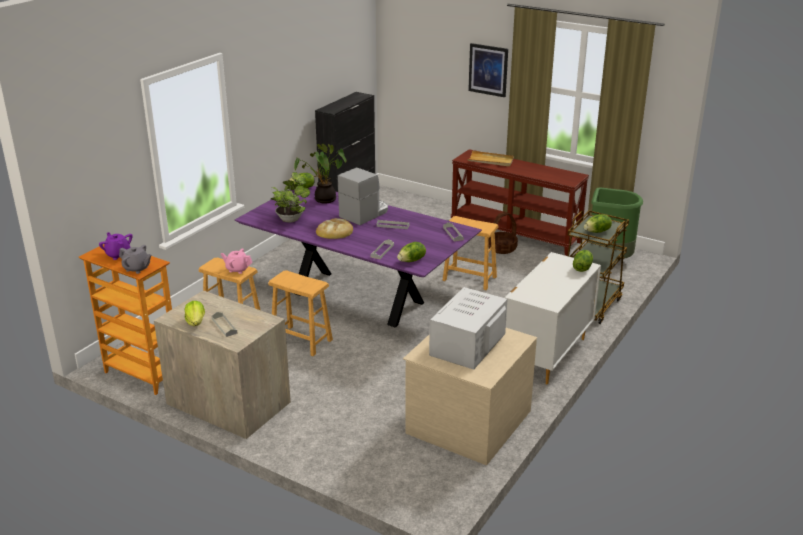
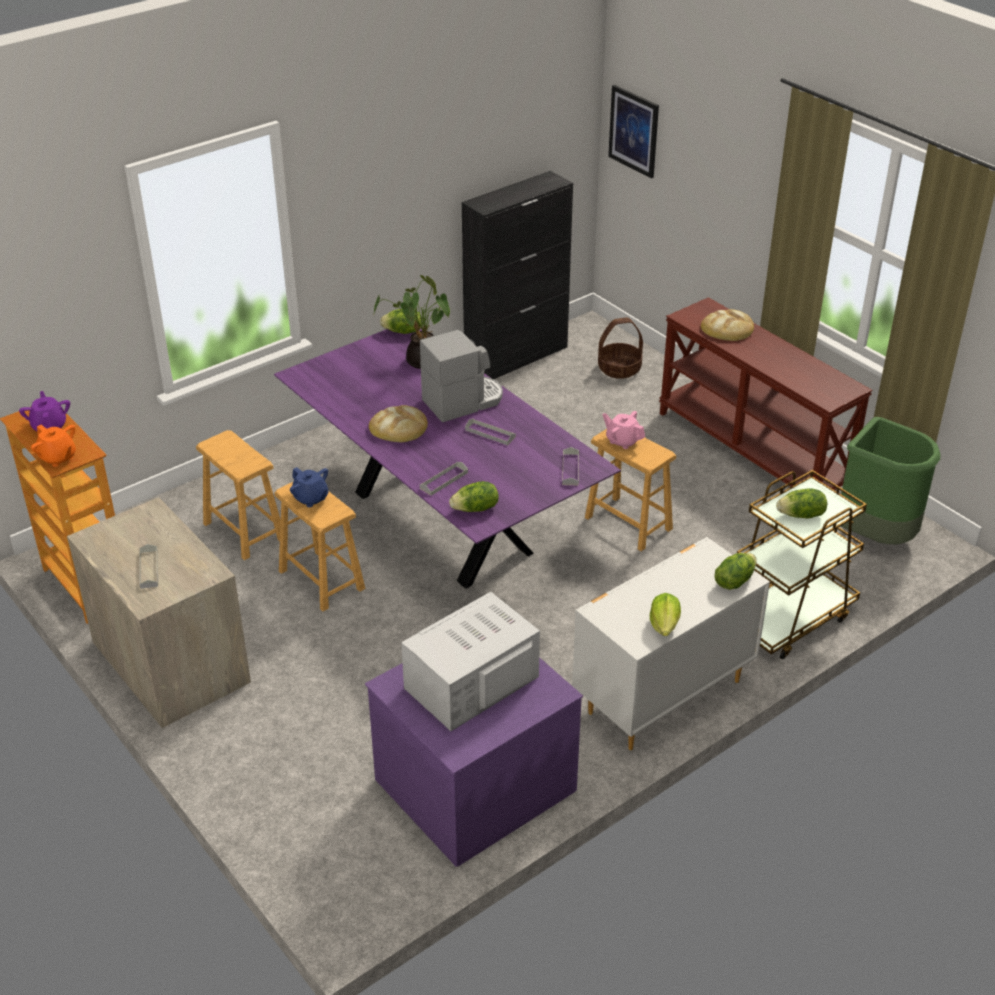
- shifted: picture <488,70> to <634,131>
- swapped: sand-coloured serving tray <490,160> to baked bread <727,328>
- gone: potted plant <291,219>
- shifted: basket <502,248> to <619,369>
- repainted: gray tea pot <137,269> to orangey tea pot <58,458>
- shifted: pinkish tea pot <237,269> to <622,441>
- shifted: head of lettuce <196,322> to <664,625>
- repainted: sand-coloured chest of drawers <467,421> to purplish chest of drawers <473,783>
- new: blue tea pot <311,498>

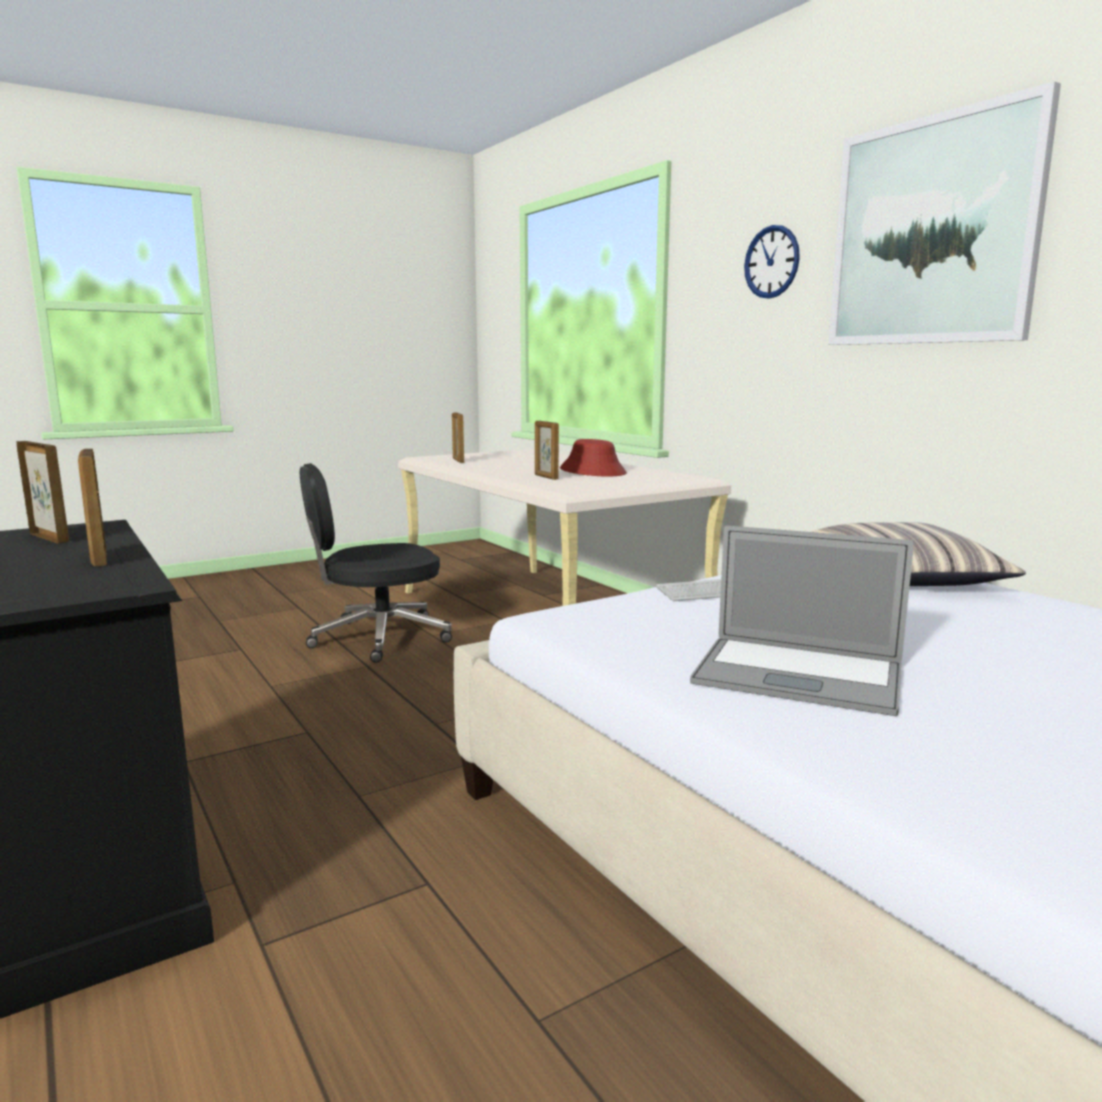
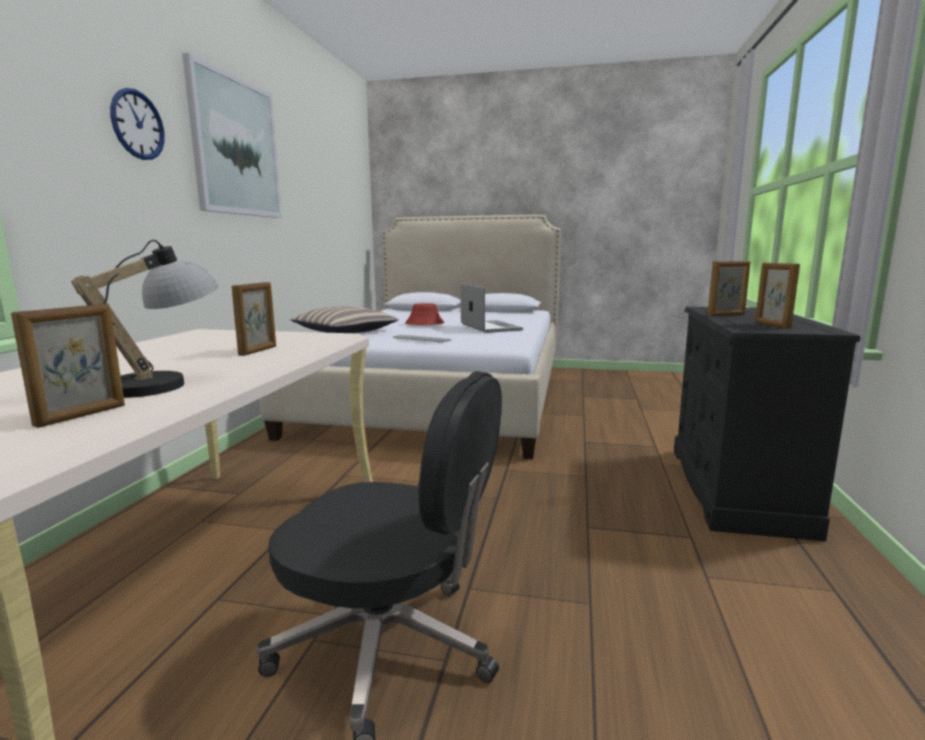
- shifted: red clothing hat <593,471> to <424,323>
- rotated: standing frame <99,558> = <726,315> 60 degrees clockwise
- new: lamp for a table <164,383>

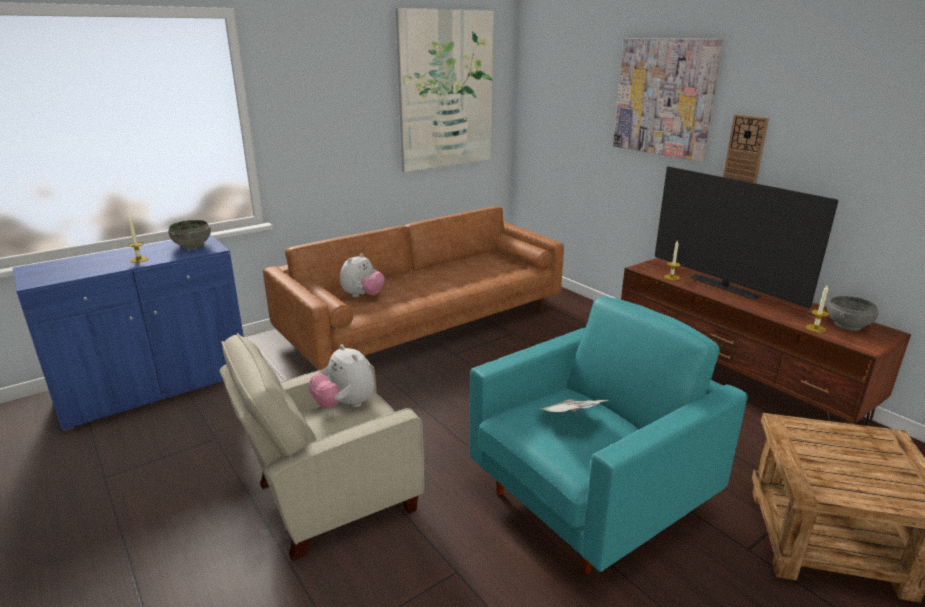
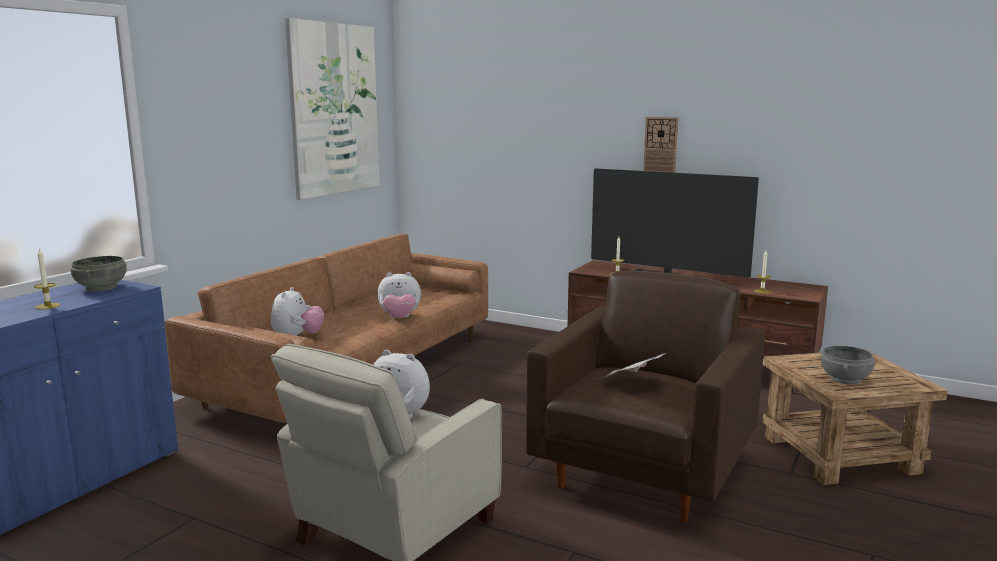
- gone: picture <664,97>
- shifted: gray deep dish <848,325> to <845,379>
- repainted: turquoise lounge chair <590,500> to brown-coloured lounge chair <644,472>
- new: plush toy <399,318>

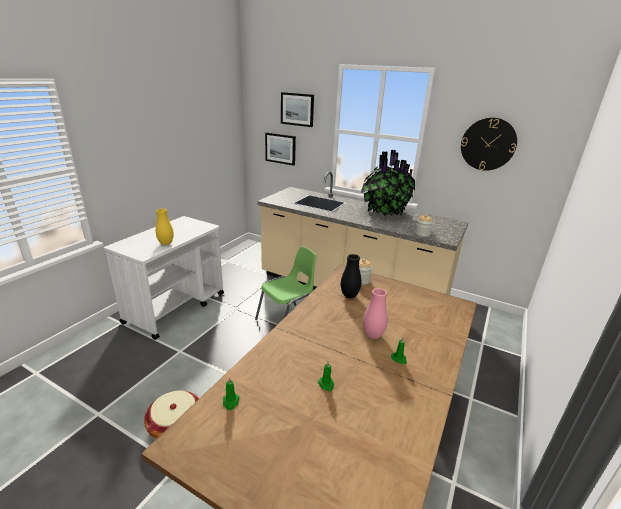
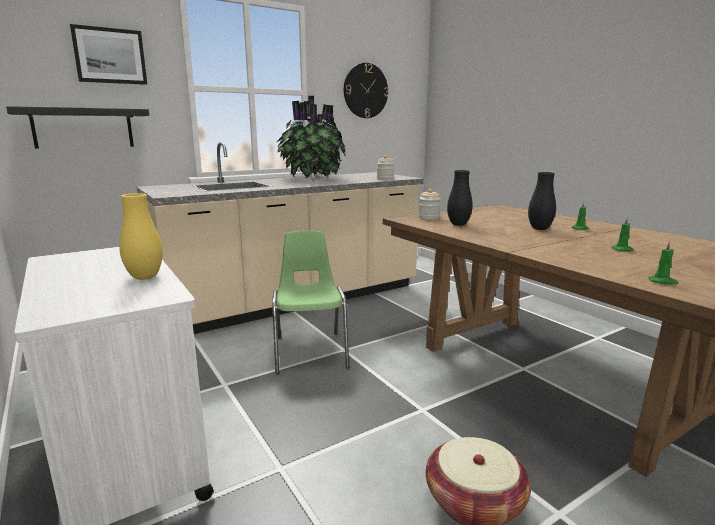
- swapped: picture <280,148> to black bracket shelf <83,128>
- repainted: pinkish decorative vase <373,335> to black decorative vase <539,229>

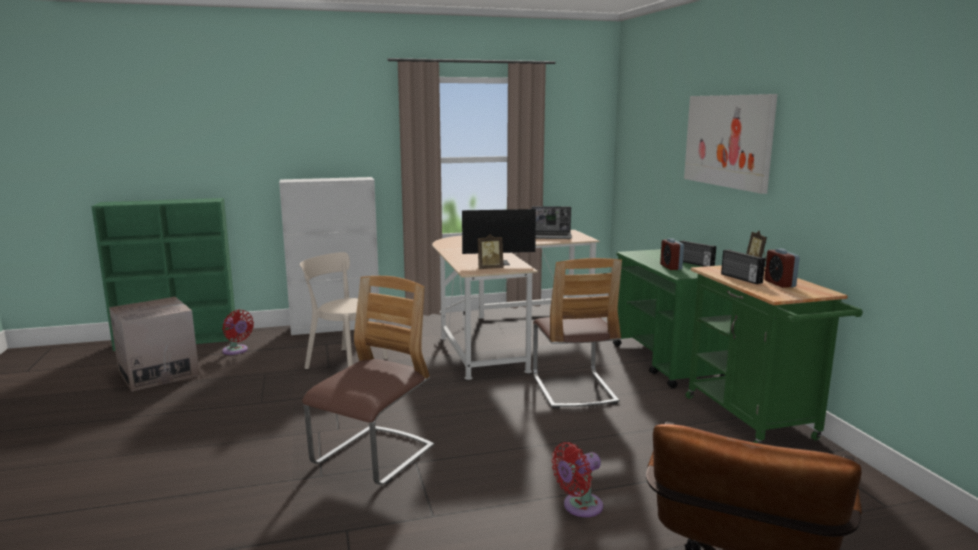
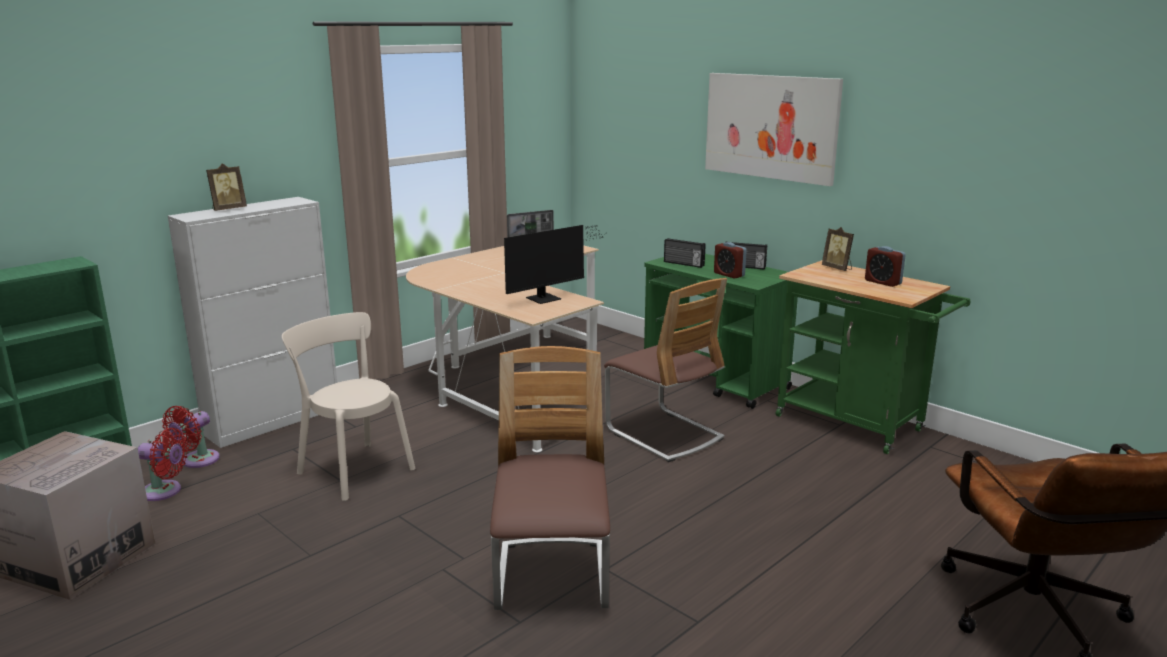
- shifted: standing frame <489,268> to <228,209>
- shifted: radio set <740,278> to <683,264>
- rotated: sand-coloured chair <343,362> = <353,469> 45 degrees clockwise
- shifted: red fan <579,507> to <197,461>

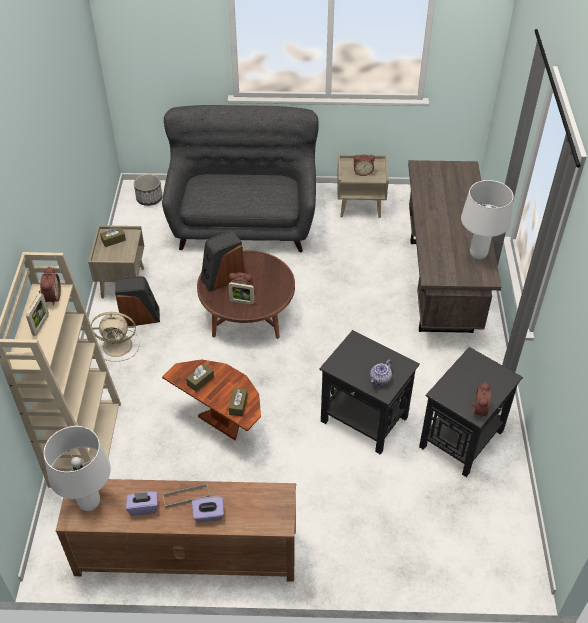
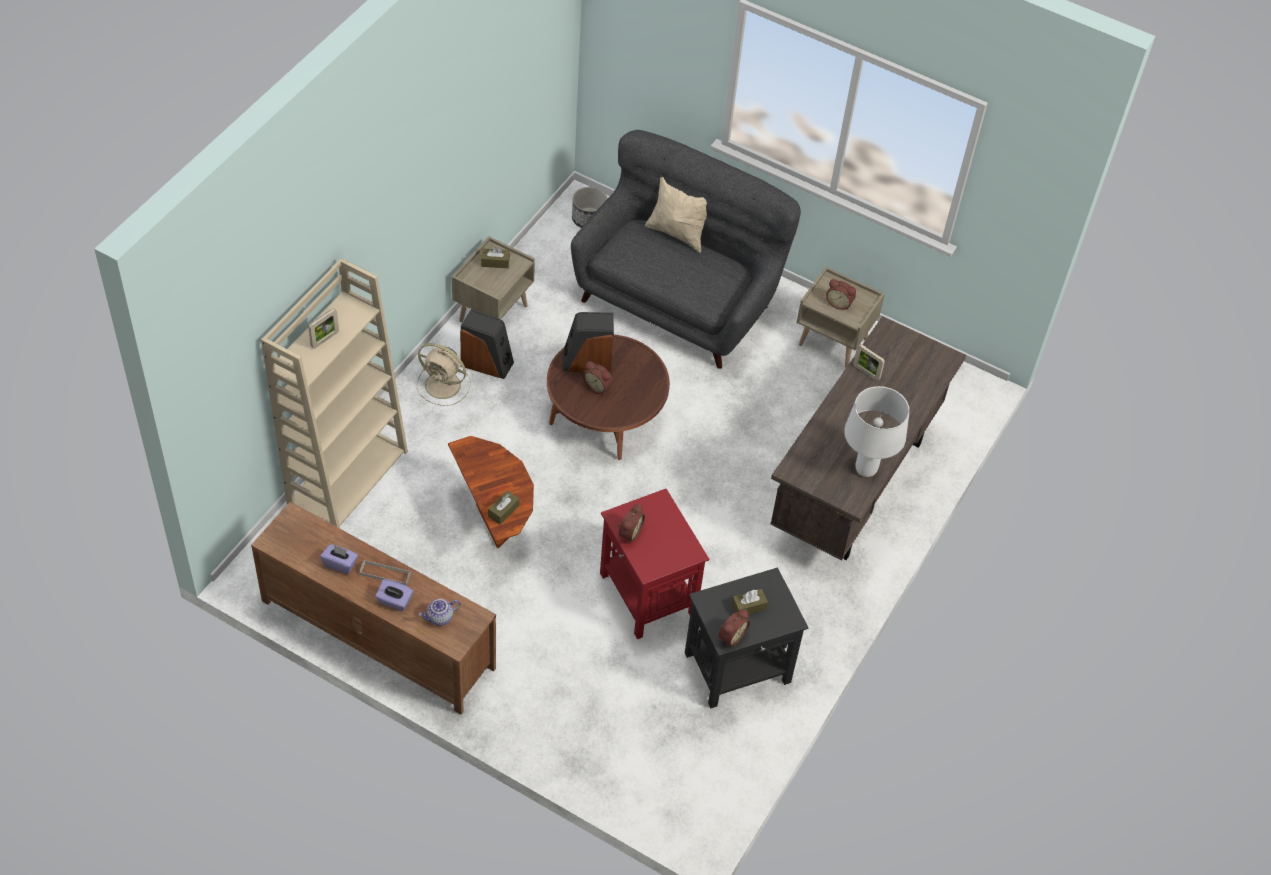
- shifted: bedside clock <51,297> to <629,533>
- shifted: standing frame <242,302> to <866,372>
- repainted: black end table <365,420> to red end table <648,595>
- shifted: tea pot <380,380> to <440,618>
- shifted: brown-coloured box of tissues <200,381> to <748,606>
- gone: white lamp for a table <89,502>
- new: sand-coloured throw pillow <678,233>

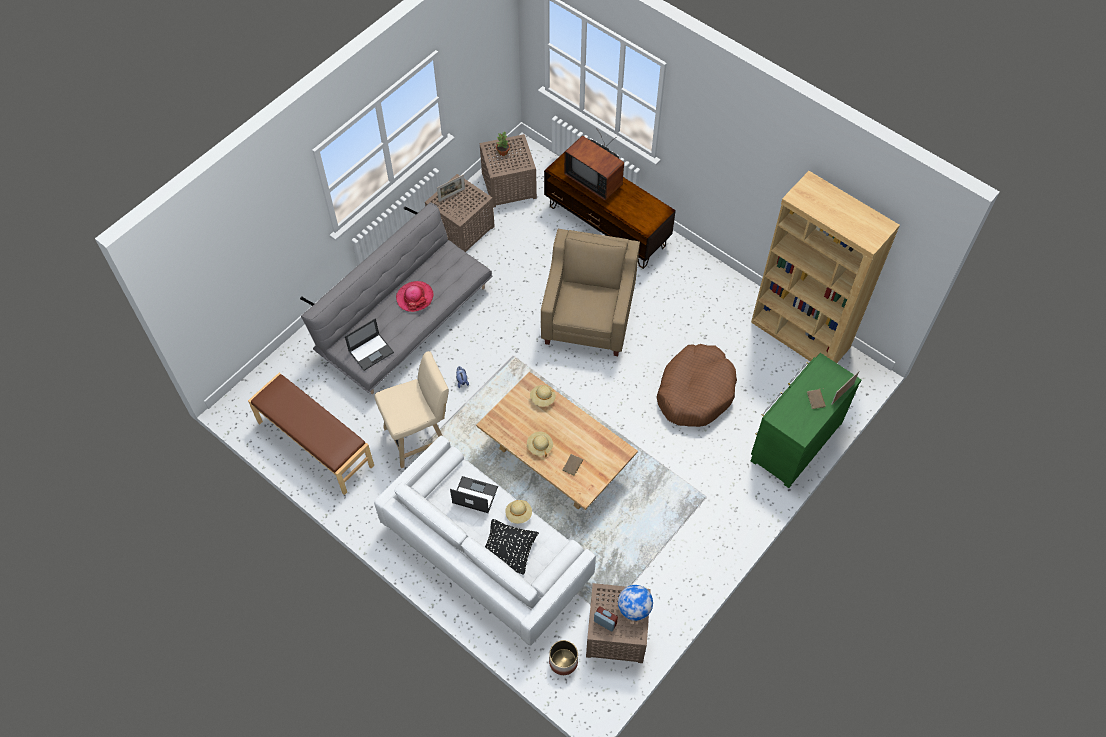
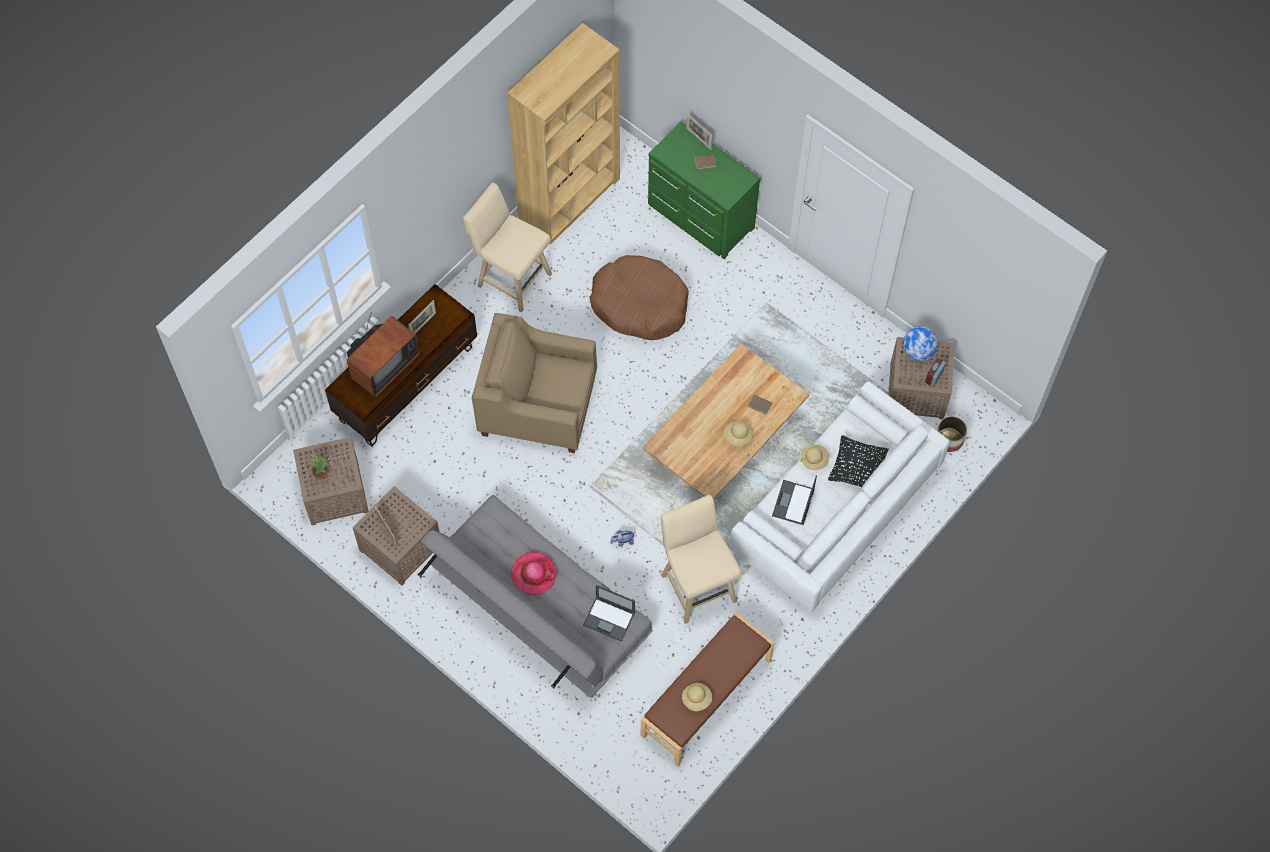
- rotated: notebook computer <371,351> = <609,619> 150 degrees clockwise
- shifted: sand-coloured clothing hat <542,399> to <696,699>
- new: sand-coloured sitting stool <511,278>
- new: standing frame <423,325>

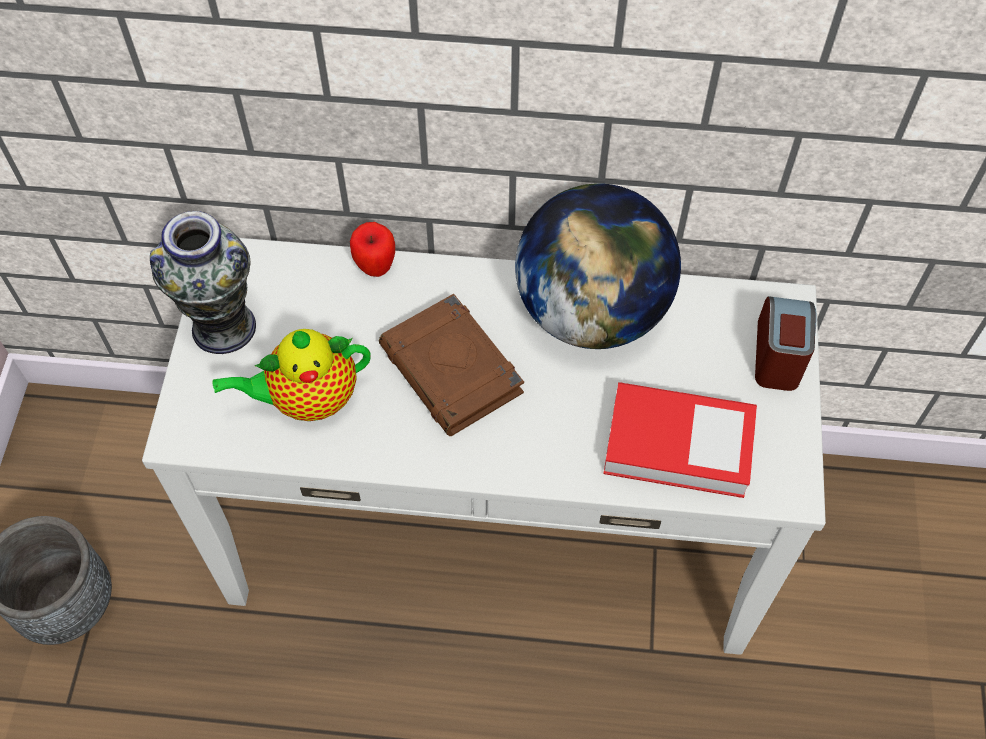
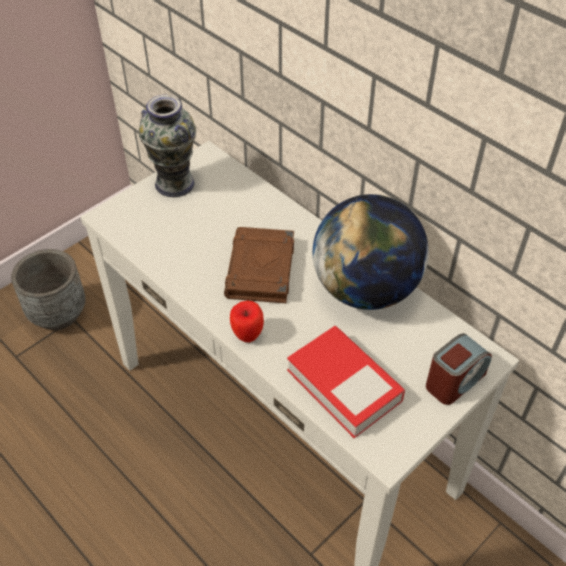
- shifted: apple <375,267> to <247,335>
- gone: tea pot <308,399>

